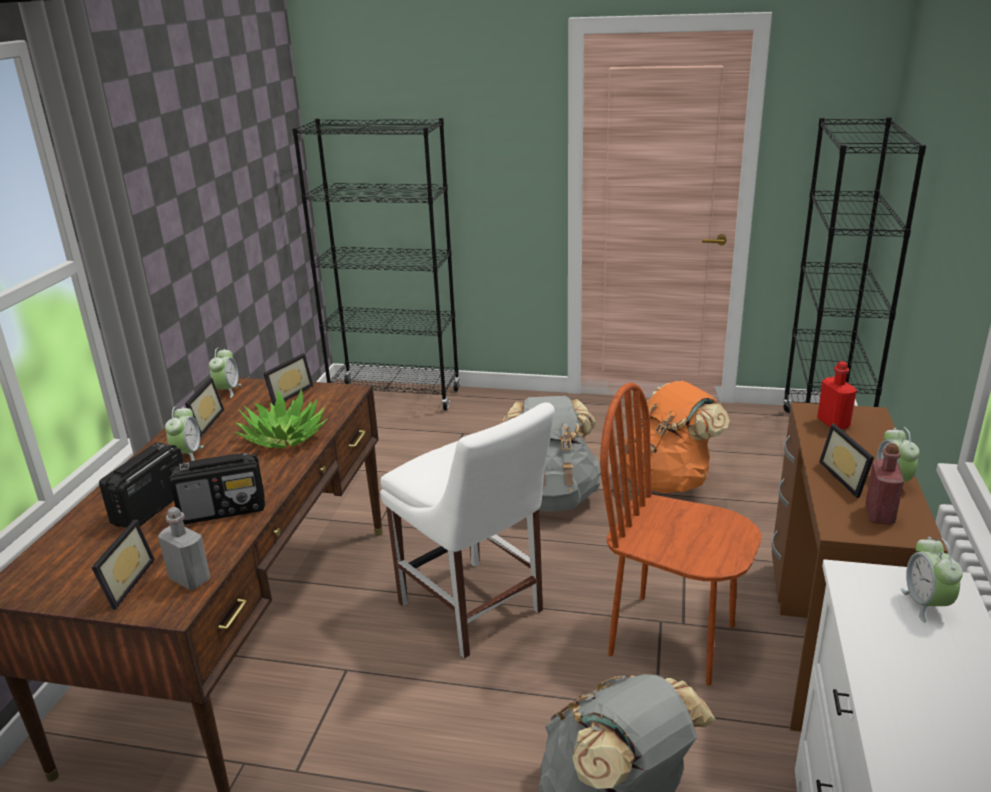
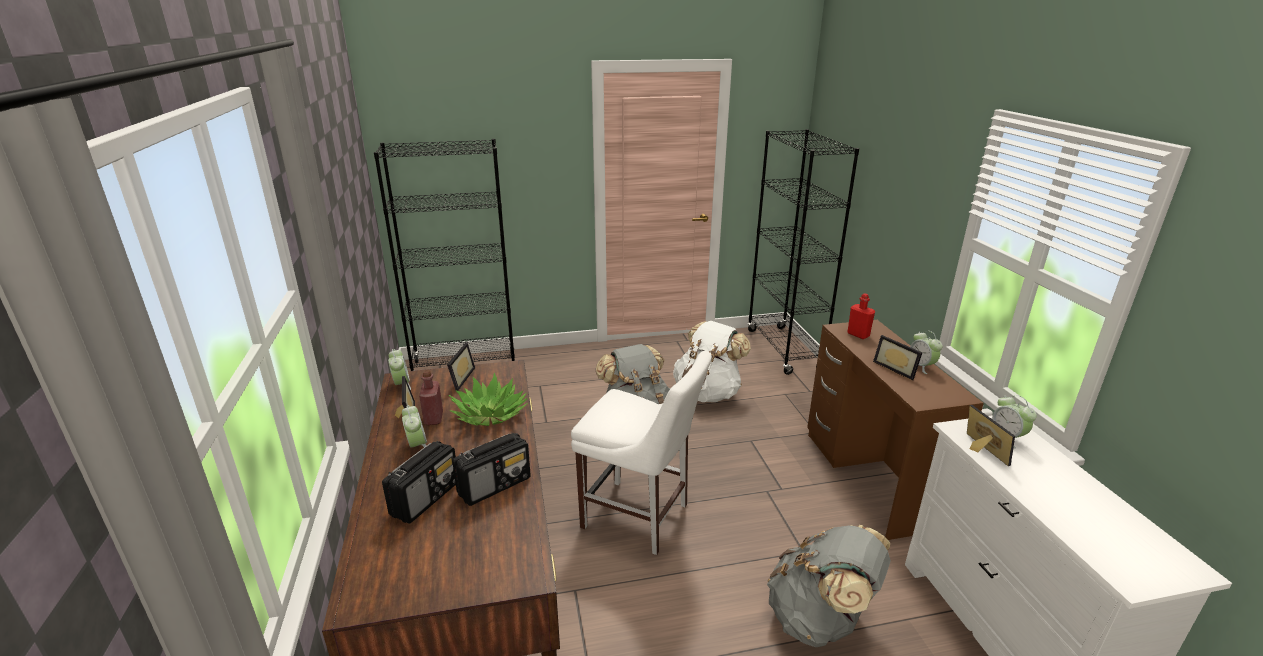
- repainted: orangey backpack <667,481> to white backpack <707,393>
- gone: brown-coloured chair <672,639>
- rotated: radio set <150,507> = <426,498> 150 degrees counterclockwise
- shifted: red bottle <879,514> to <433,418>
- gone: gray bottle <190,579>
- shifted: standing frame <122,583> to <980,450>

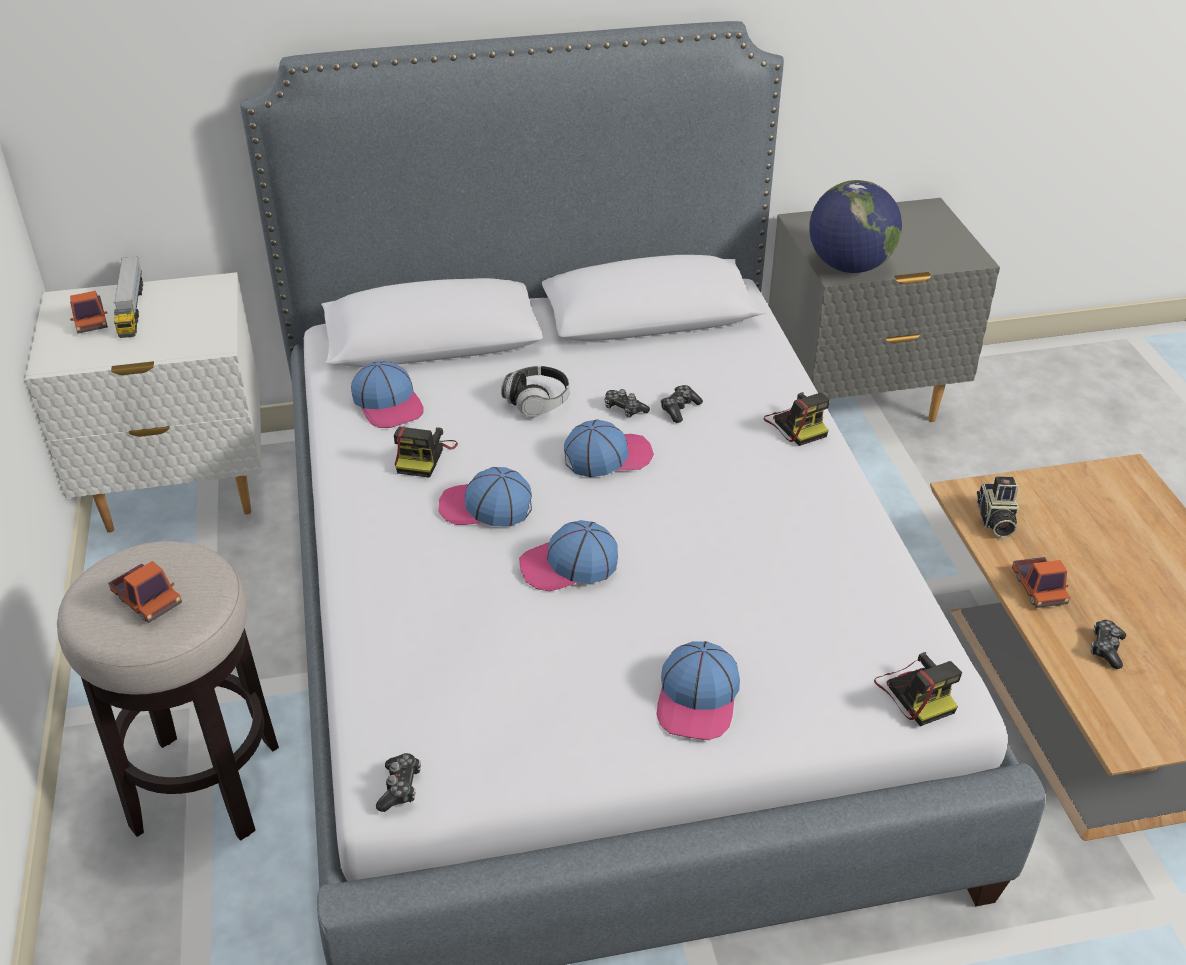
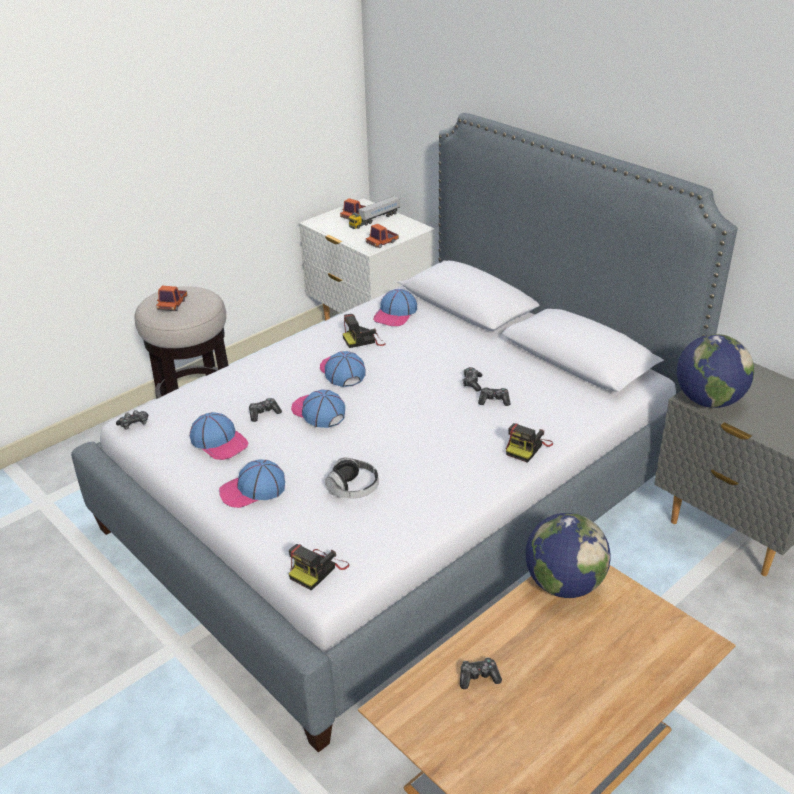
- shifted: pair of headphones <537,402> to <353,489>
- shifted: cap <608,456> to <219,442>
- swapped: still camera <994,521> to world globe <564,584>
- shifted: toy truck <1038,588> to <382,242>
- new: game controller <264,413>

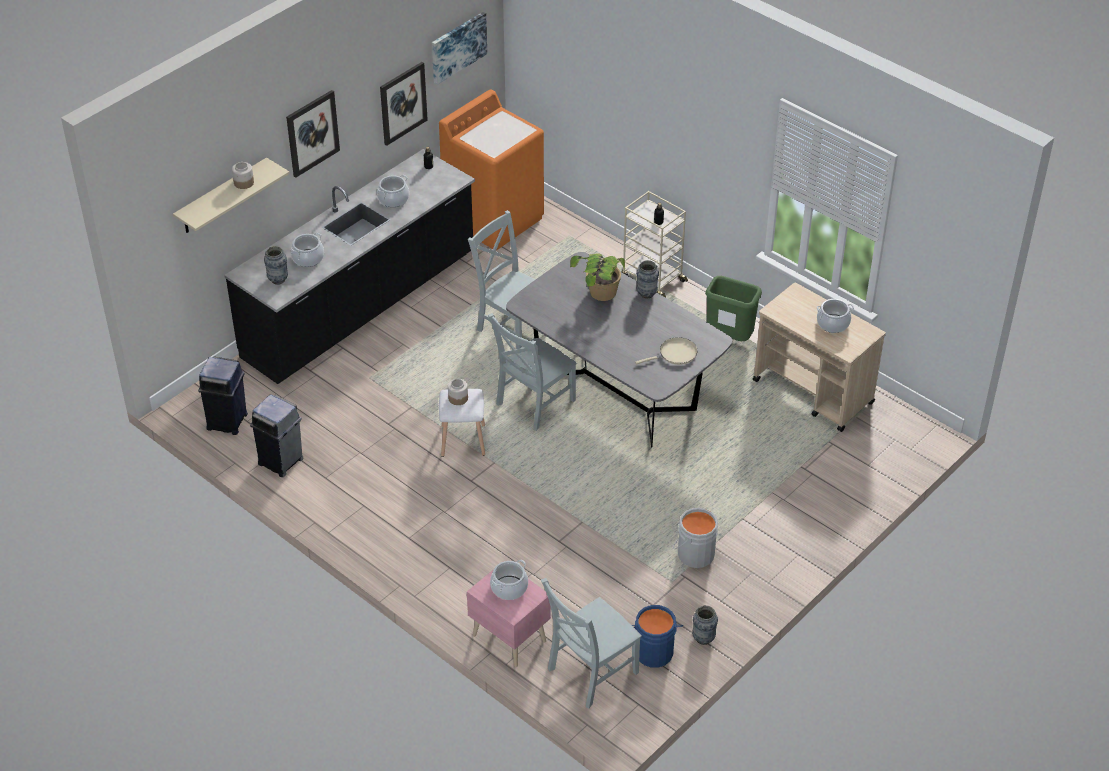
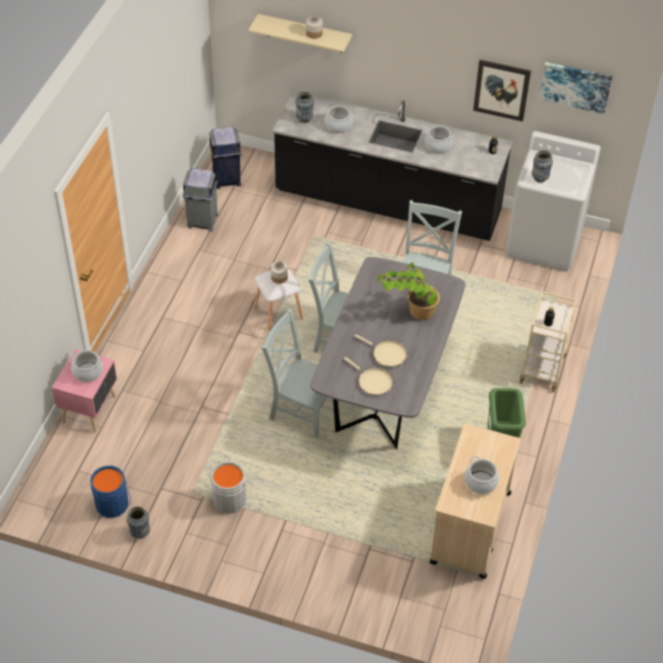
- repainted: orangey laundry appliance <494,219> to white laundry appliance <544,242>
- gone: picture <312,133>
- shifted: decorative vase <646,294> to <539,178>
- shifted: gray chair <589,673> to <301,409>
- new: sand-coloured frying pan <387,354>

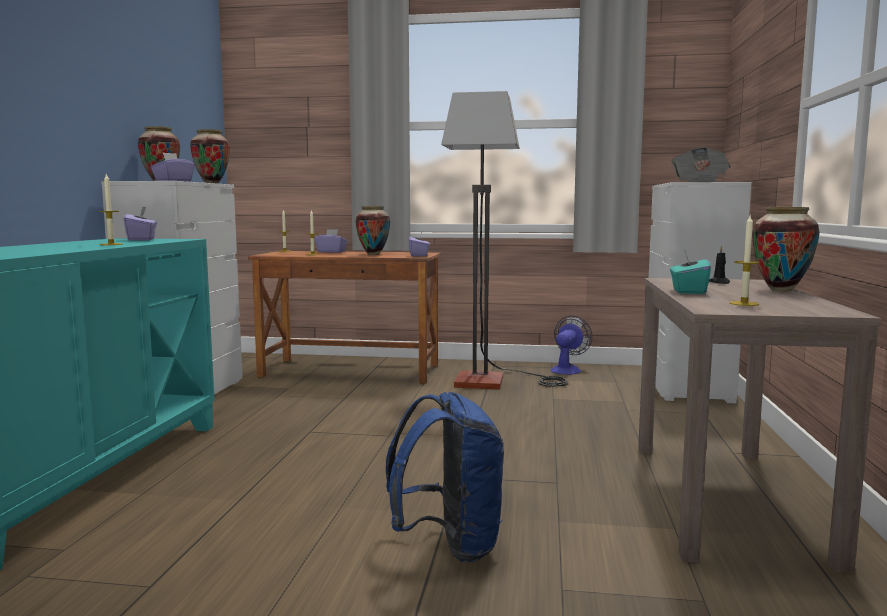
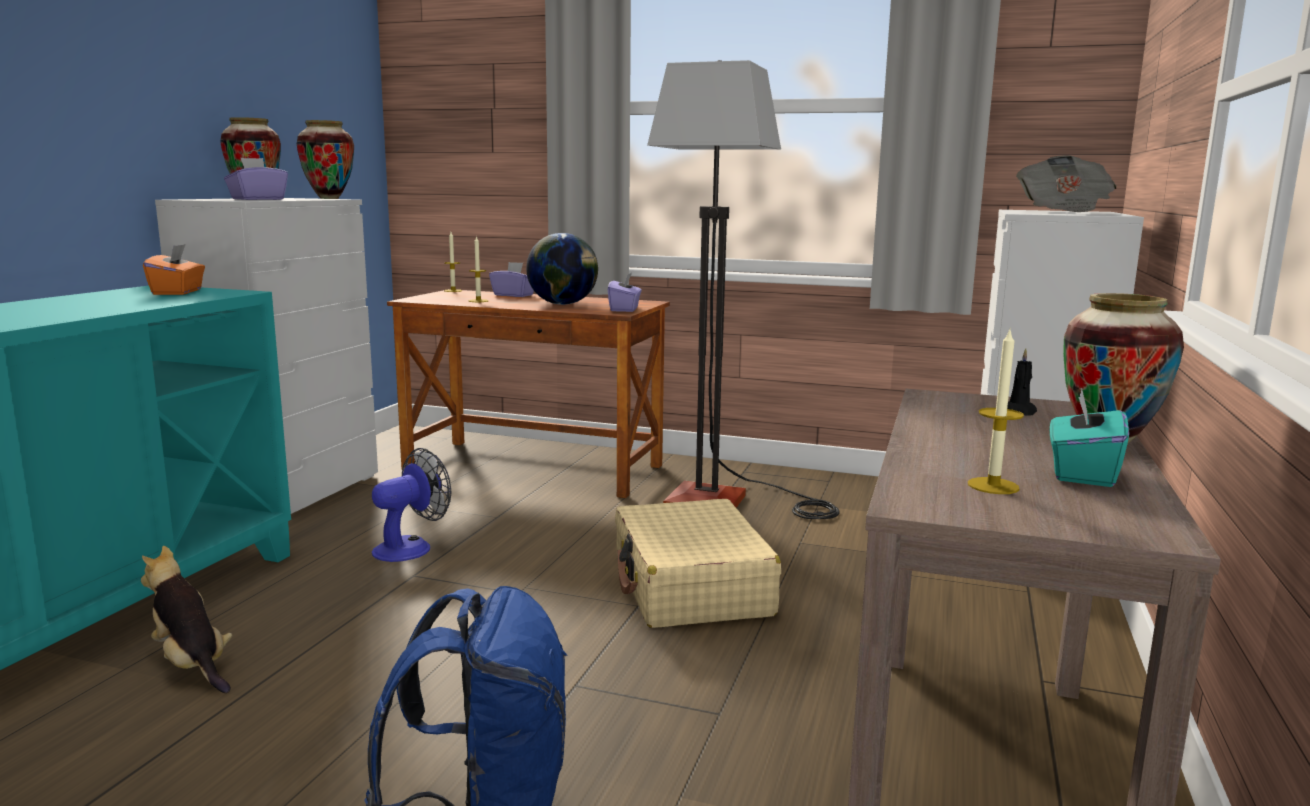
- gone: wax light <111,244>
- swapped: decorative vase <373,254> to world globe <563,304>
- repainted: purplish box of tissues <142,239> to orangey box of tissues <178,292>
- shifted: turquoise box of tissues <688,291> to <1081,473>
- shifted: fan <567,369> to <411,547>
- new: sand-coloured piece of luggage <691,586>
- new: plush toy <192,664>

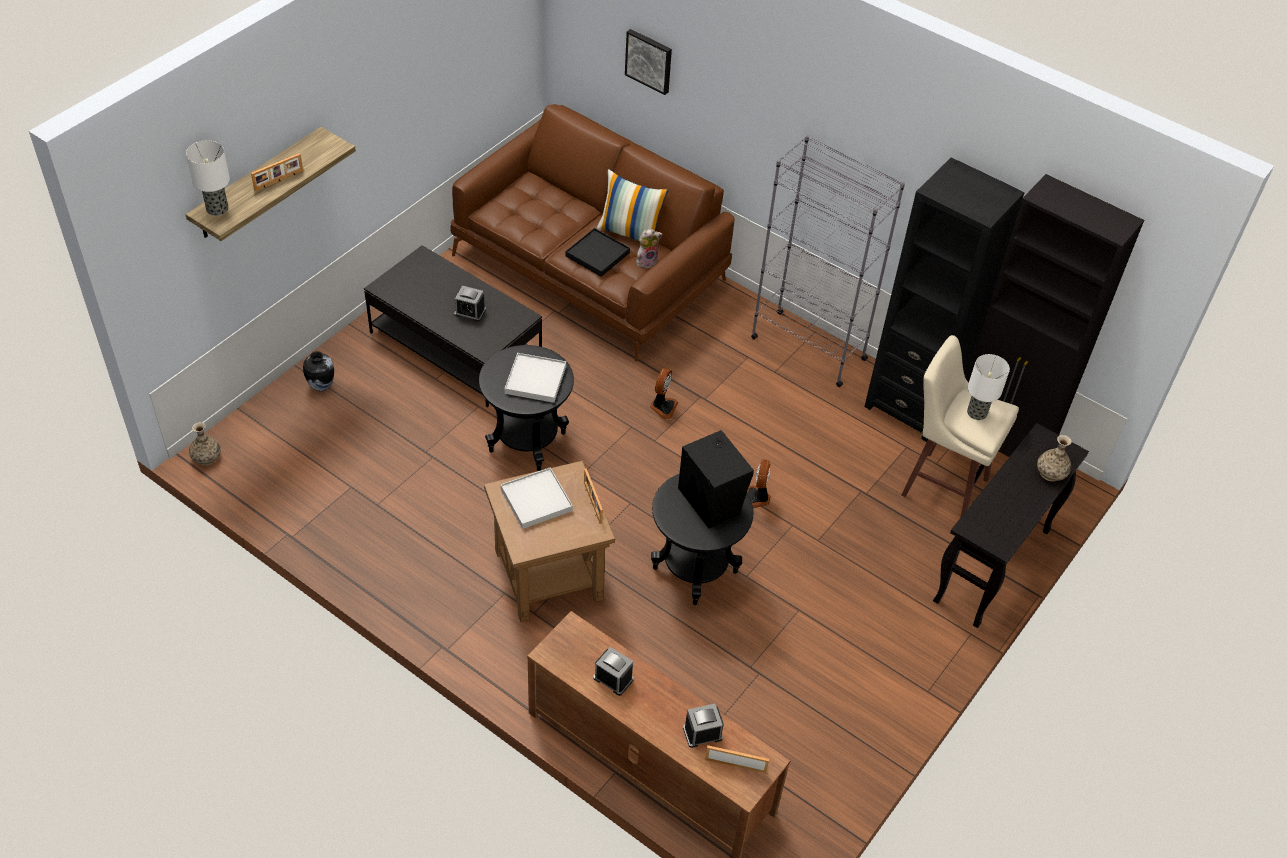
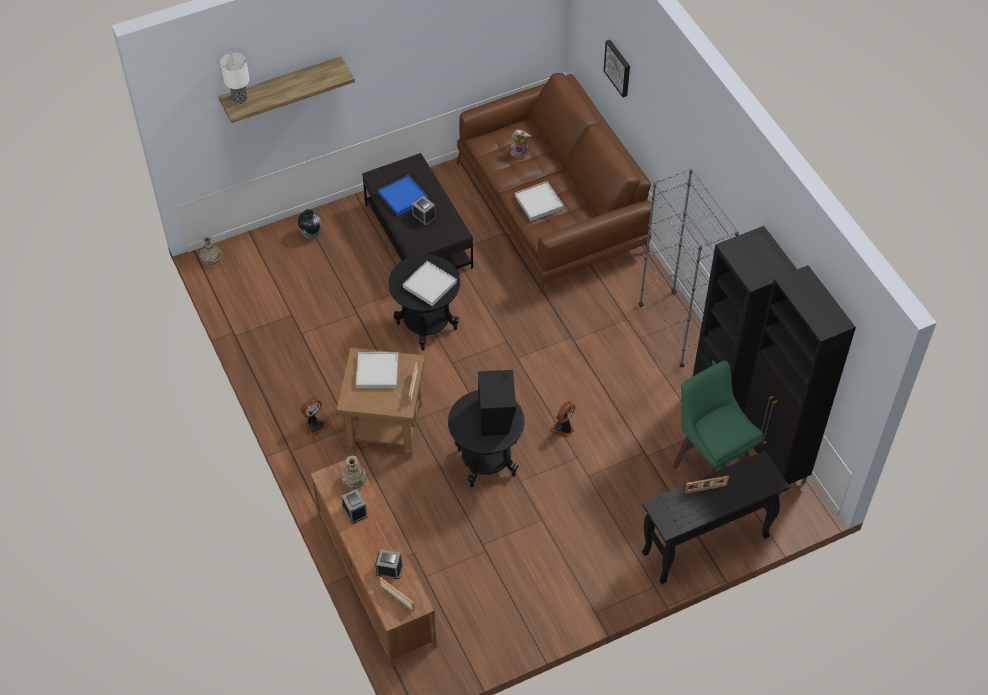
- shifted: standing frame <279,181> to <706,489>
- gone: throw pillow <630,233>
- repainted: black serving tray <597,254> to white serving tray <538,203>
- shifted: plush toy <647,261> to <519,153>
- repainted: sand-coloured sitting stool <942,485> to green sitting stool <709,472>
- gone: lamp for a table <977,413>
- shifted: fan <663,407> to <314,425>
- shifted: decorative vase <1051,472> to <354,481>
- new: blue serving tray <403,197>

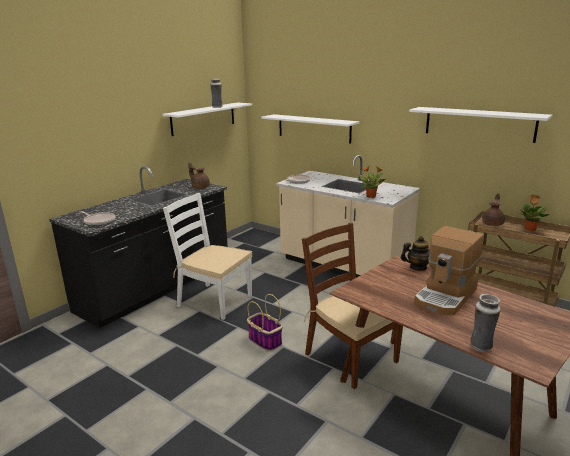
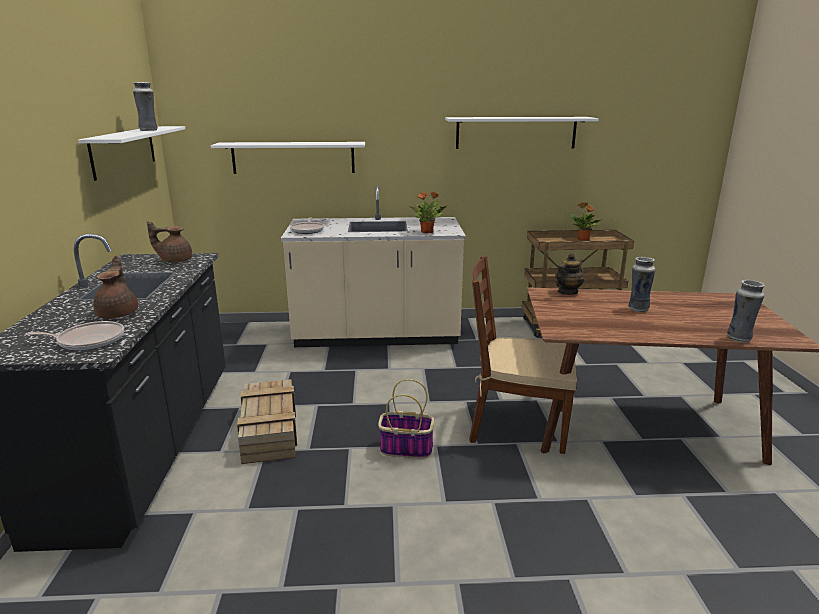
- swapped: white chair <214,301> to crate <269,429>
- shifted: brown-coloured tea pot <493,223> to <119,314>
- swapped: coffee maker <446,296> to decorative vase <637,309>

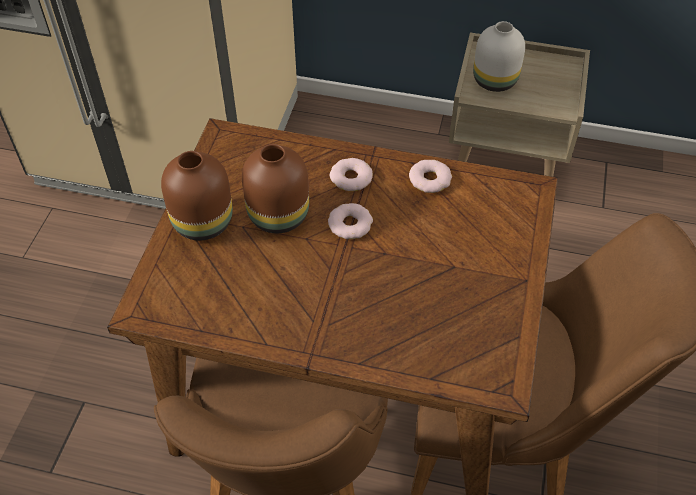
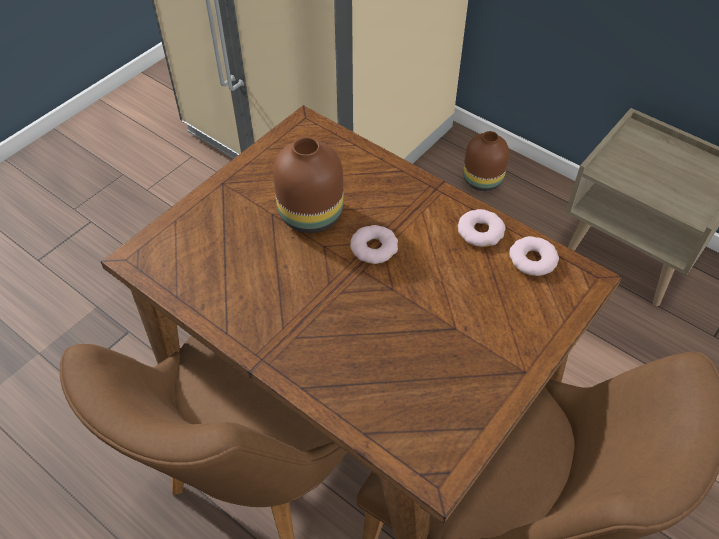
- gone: white decorative vase <495,80>
- shifted: brown-coloured decorative vase <201,223> to <481,180>
- shifted: doughnut <351,178> to <532,260>

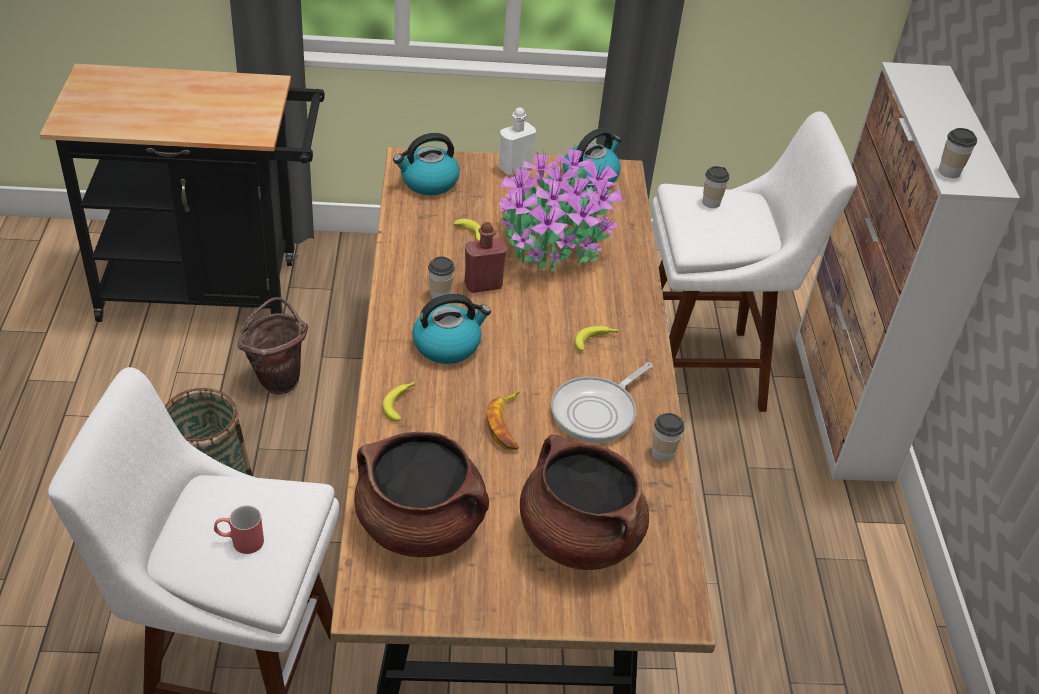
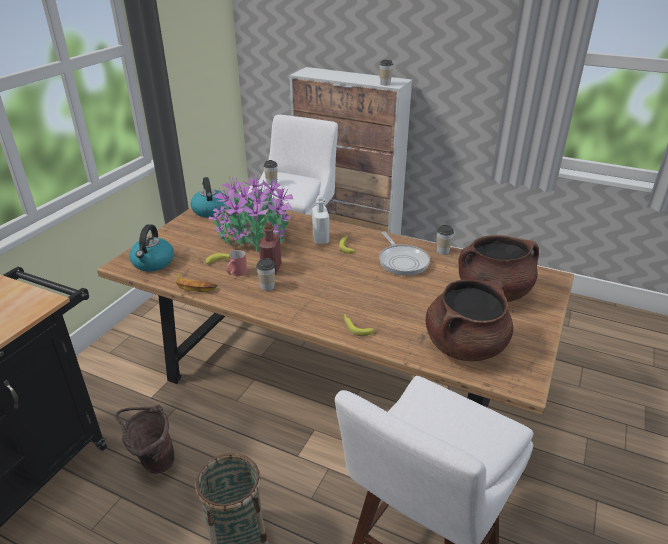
- shifted: white bottle <515,167> to <320,239>
- gone: kettle <448,345>
- shifted: whole banana <507,425> to <195,286>
- shifted: red tea mug <240,541> to <236,274>

